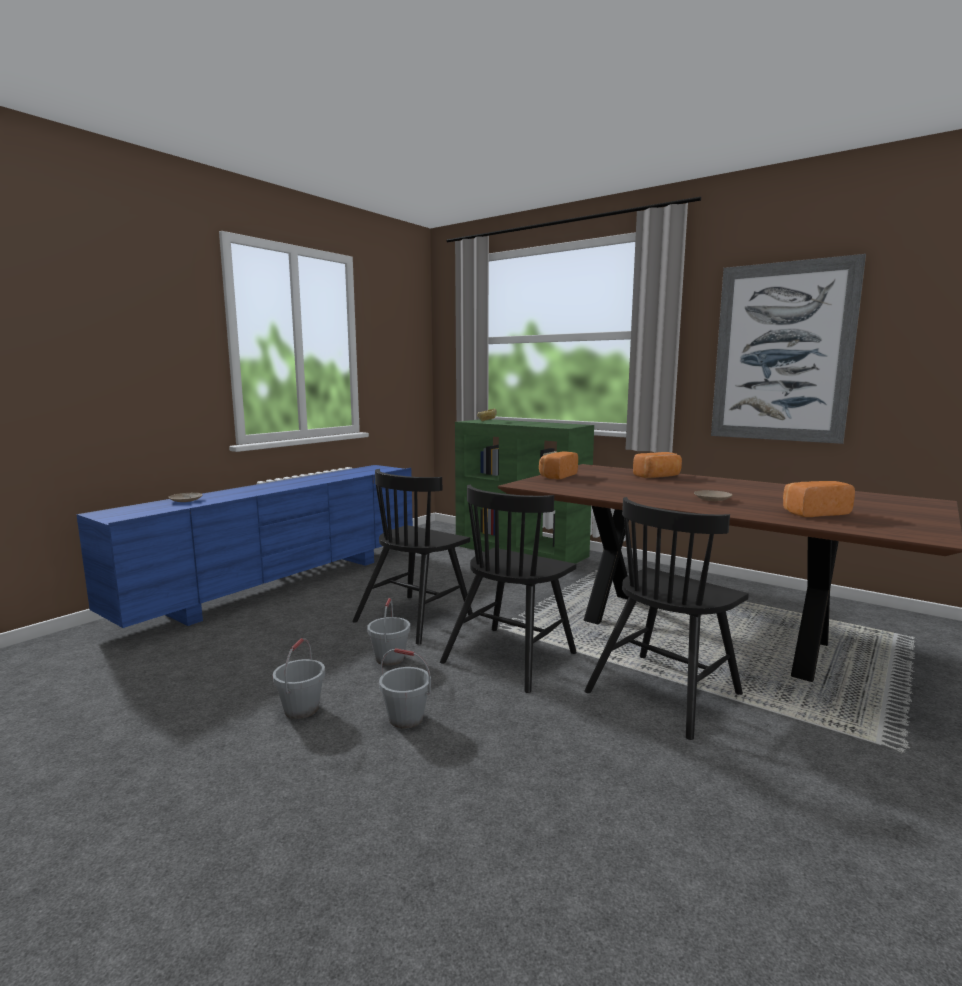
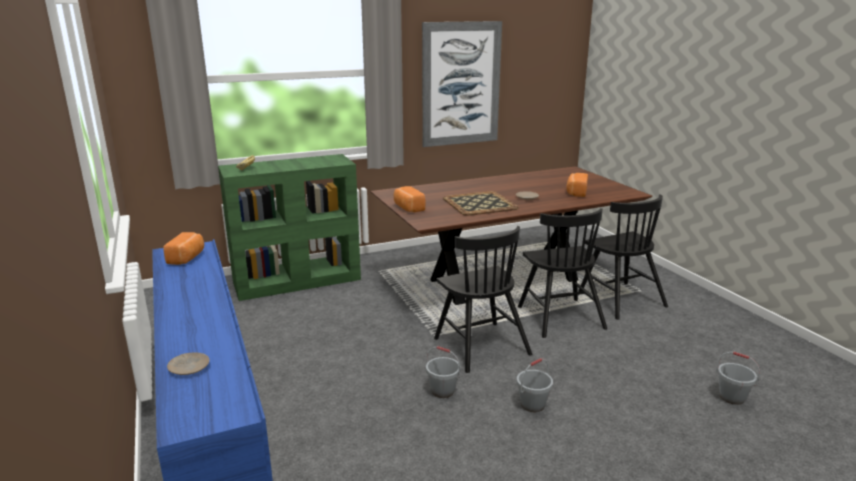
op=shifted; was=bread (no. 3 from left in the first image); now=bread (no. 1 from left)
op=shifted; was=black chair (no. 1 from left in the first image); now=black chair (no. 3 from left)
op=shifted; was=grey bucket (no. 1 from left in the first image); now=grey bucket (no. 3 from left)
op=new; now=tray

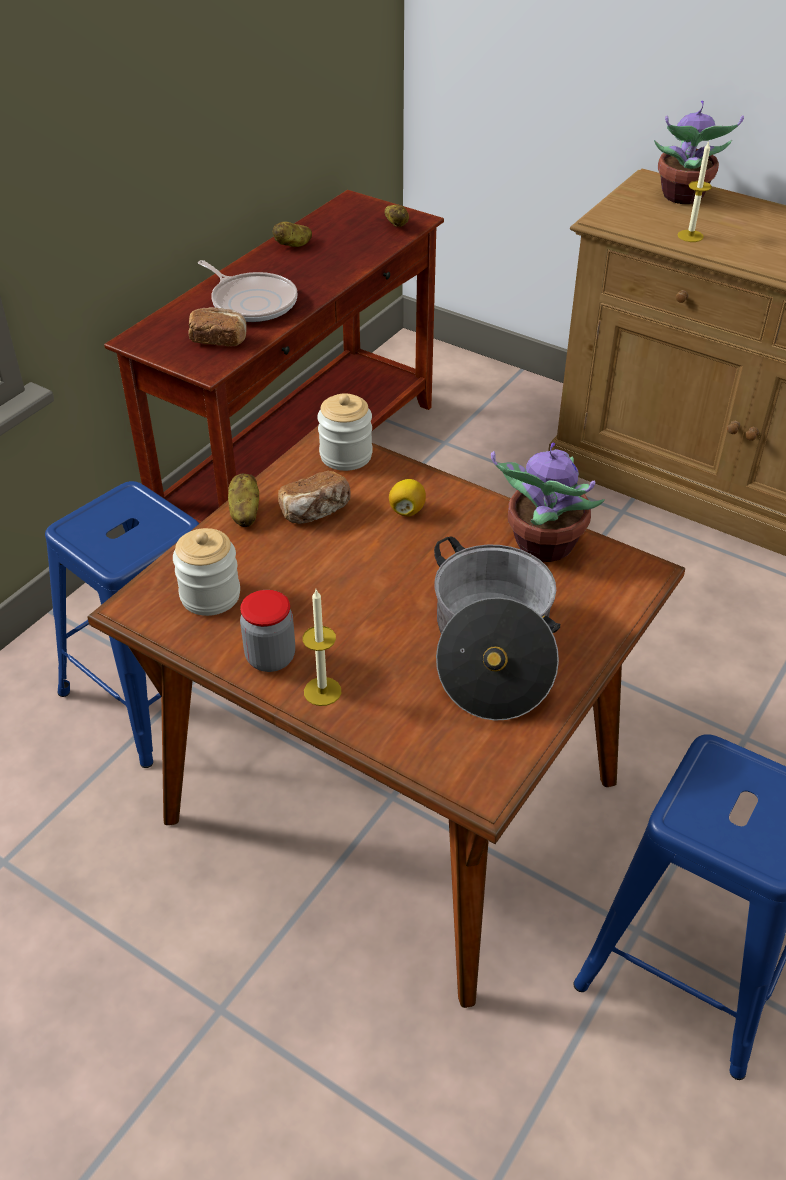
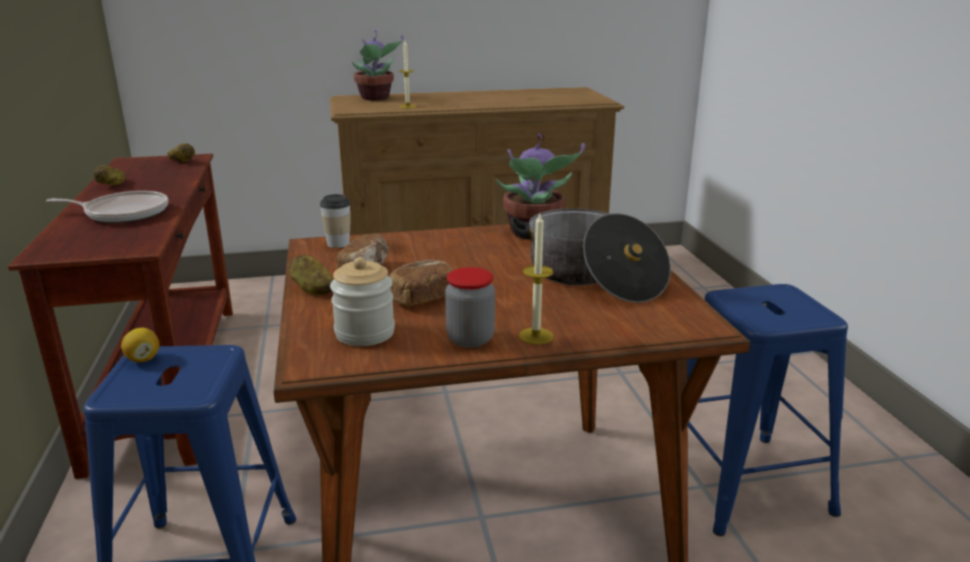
op=shifted; was=bread (no. 1 from left in the first image); now=bread (no. 2 from left)
op=swapped; was=jar (no. 3 from left); now=cup
op=shifted; was=lemon

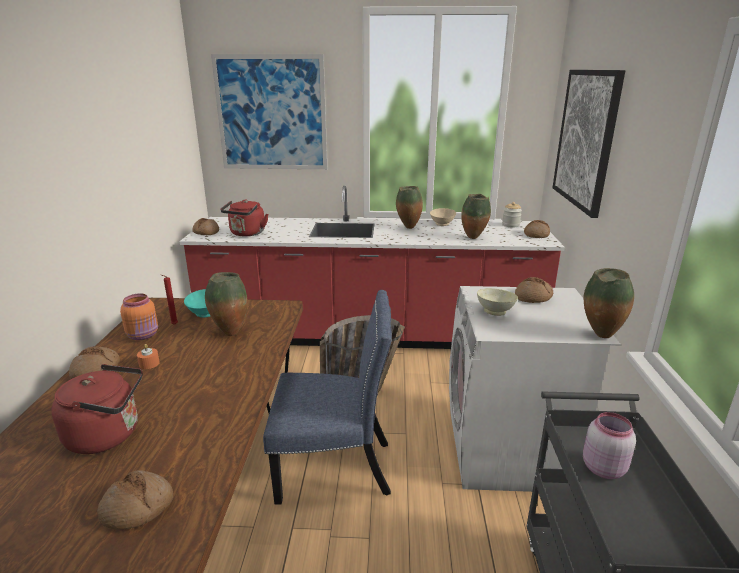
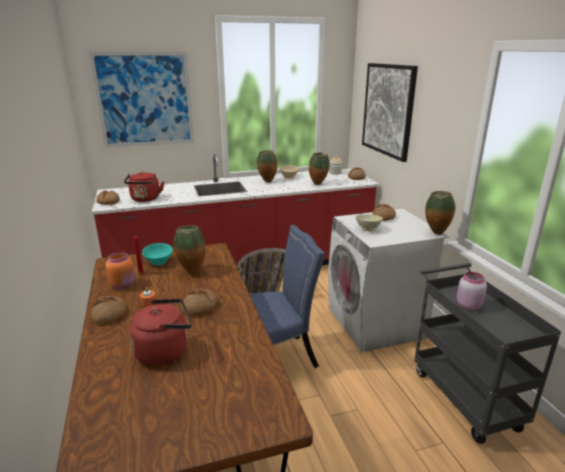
op=shifted; was=bread (no. 2 from left in the first image); now=bread (no. 3 from left)

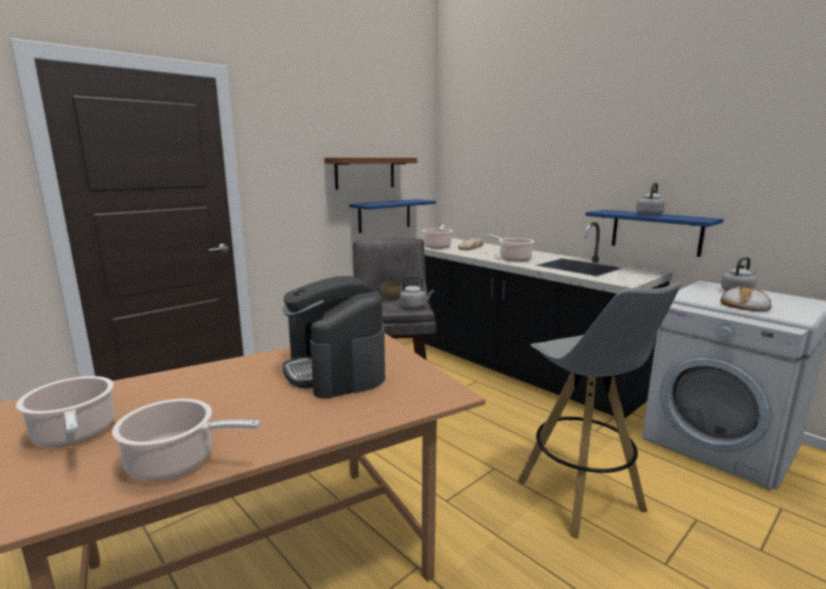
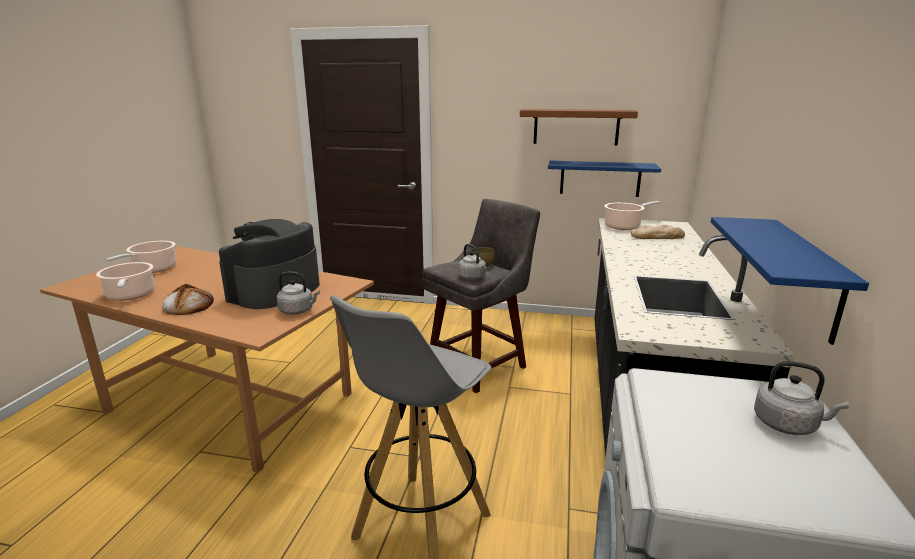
op=shifted; was=grey kettle (no. 2 from left in the first image); now=grey kettle (no. 1 from left)
op=gone; was=cooking pot (no. 4 from left)
op=shifted; was=bread (no. 2 from left in the first image); now=bread (no. 1 from left)

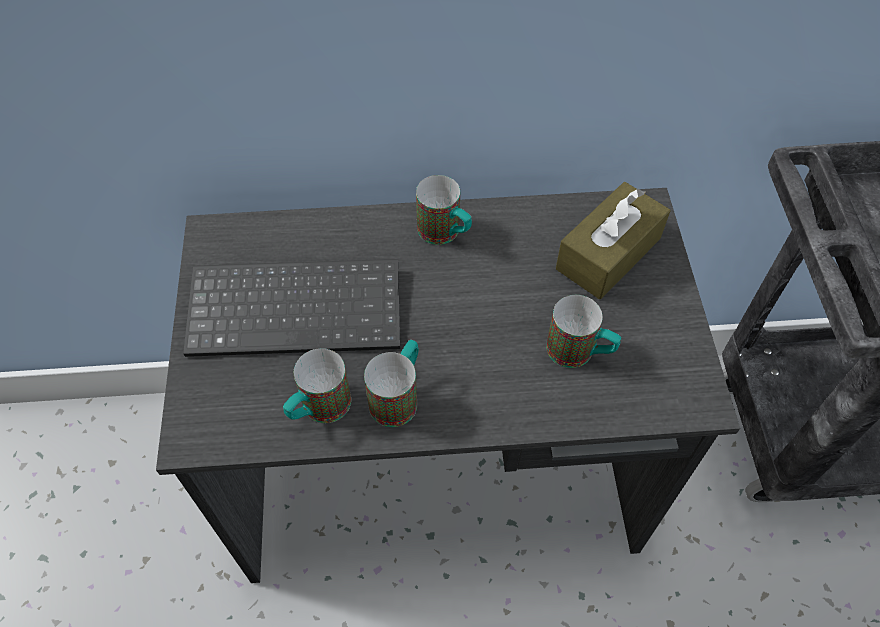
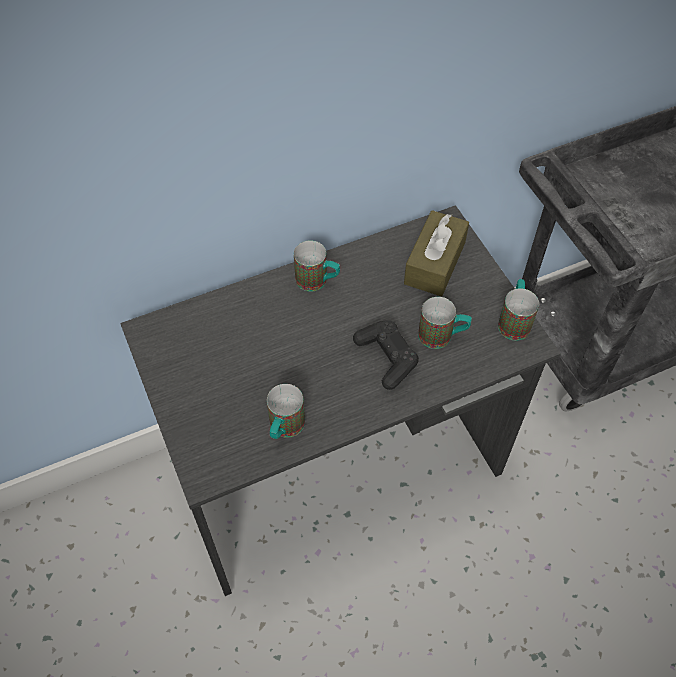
op=gone; was=keyboard
op=shifted; was=mug (no. 2 from left in the first image); now=mug (no. 4 from left)
op=new; now=black game controller

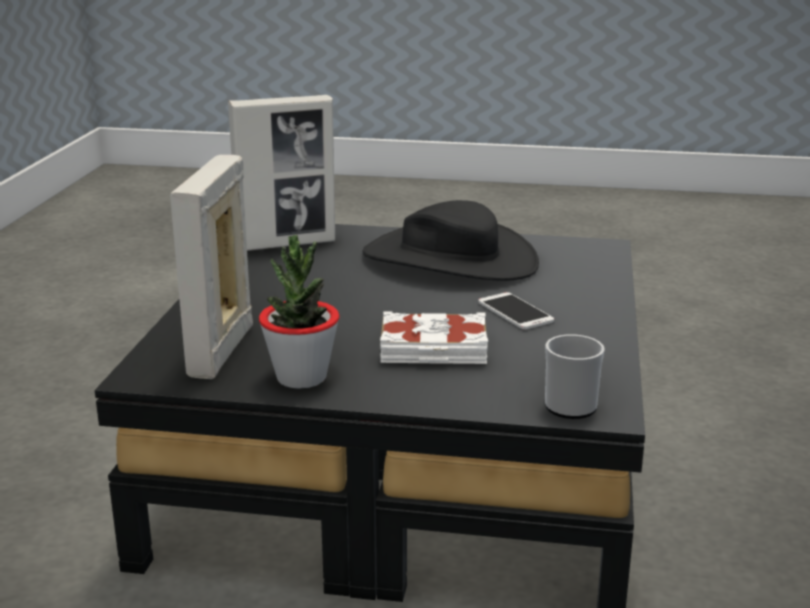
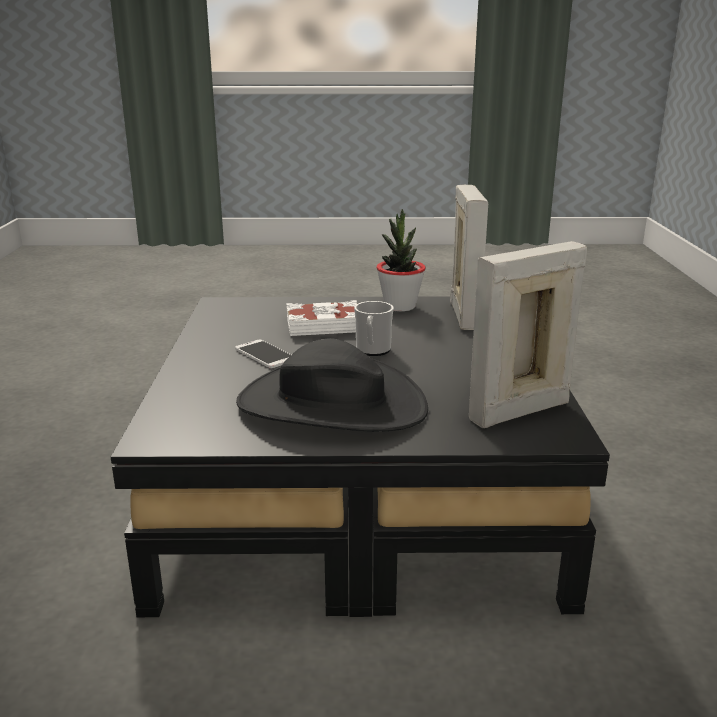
op=shifted; was=mug

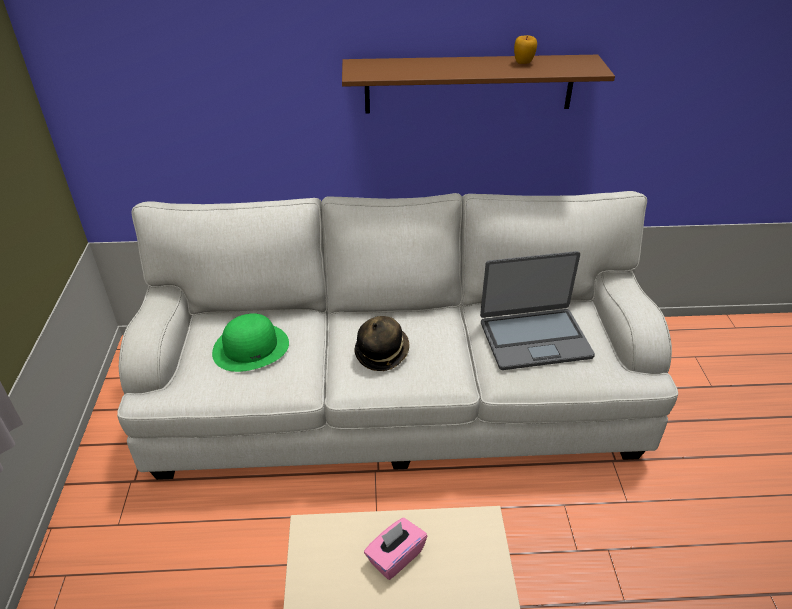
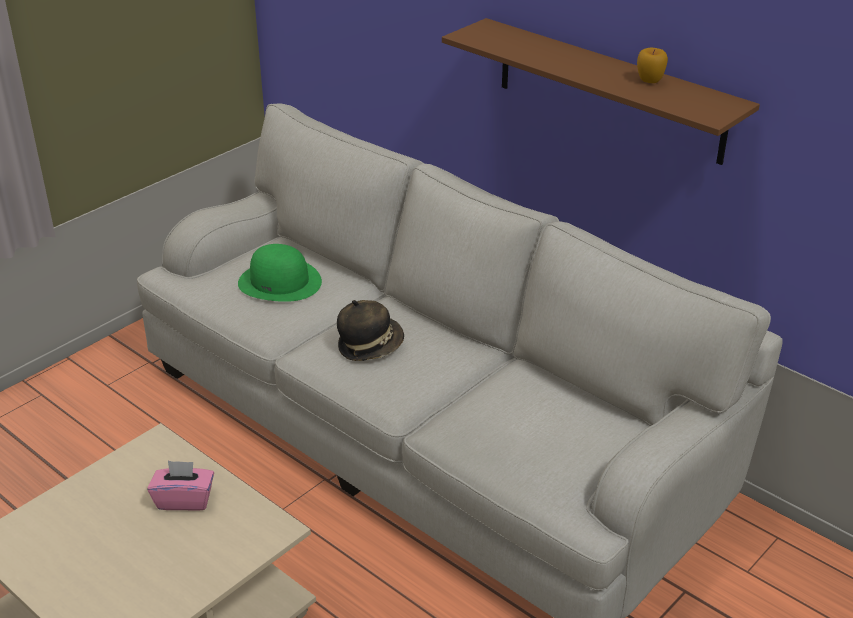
op=gone; was=laptop

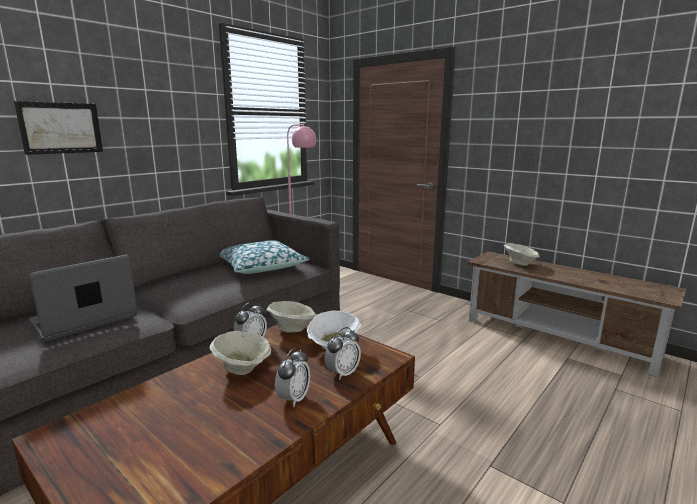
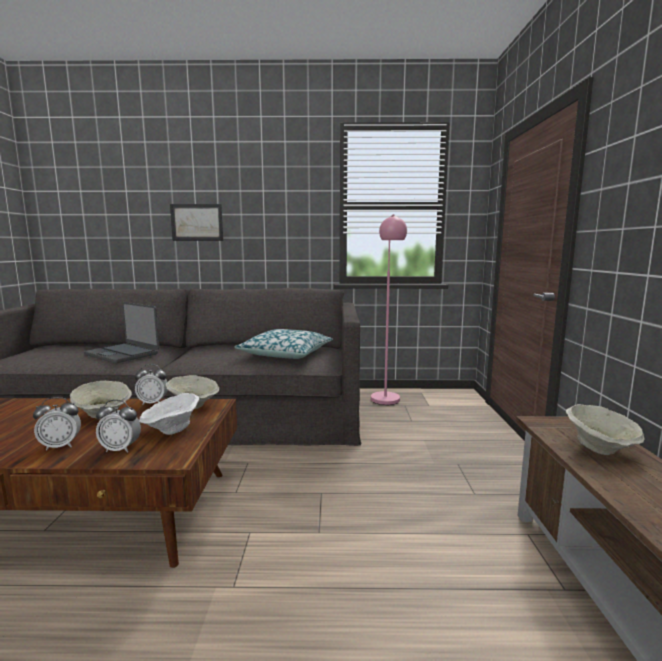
op=rotated; was=laptop; clockwise=-150

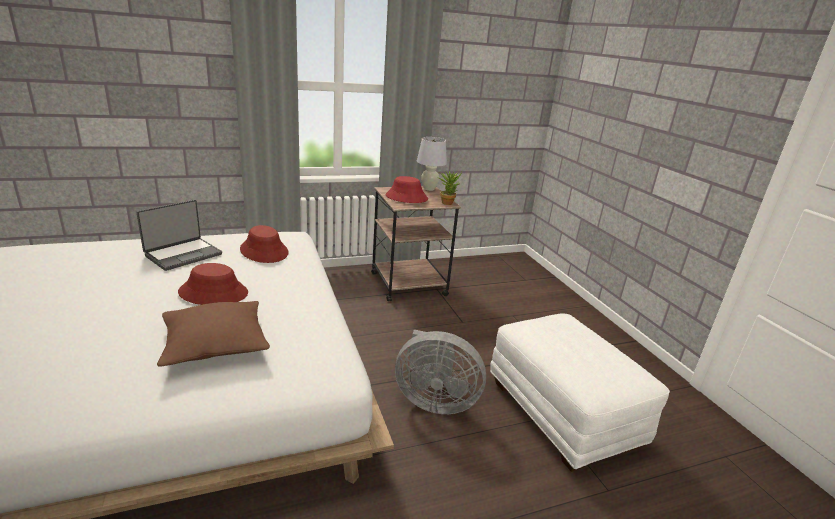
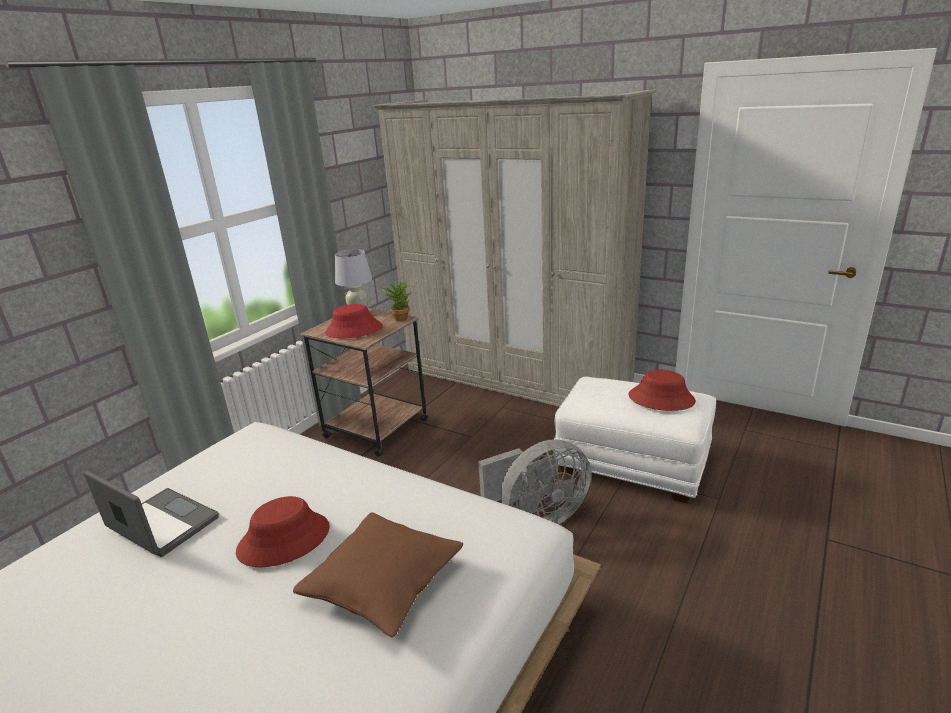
op=rotated; was=laptop; clockwise=-60
op=shifted; was=red hat (no. 2 from left in the first image); now=red hat (no. 3 from left)
op=new; now=beige wardrobe

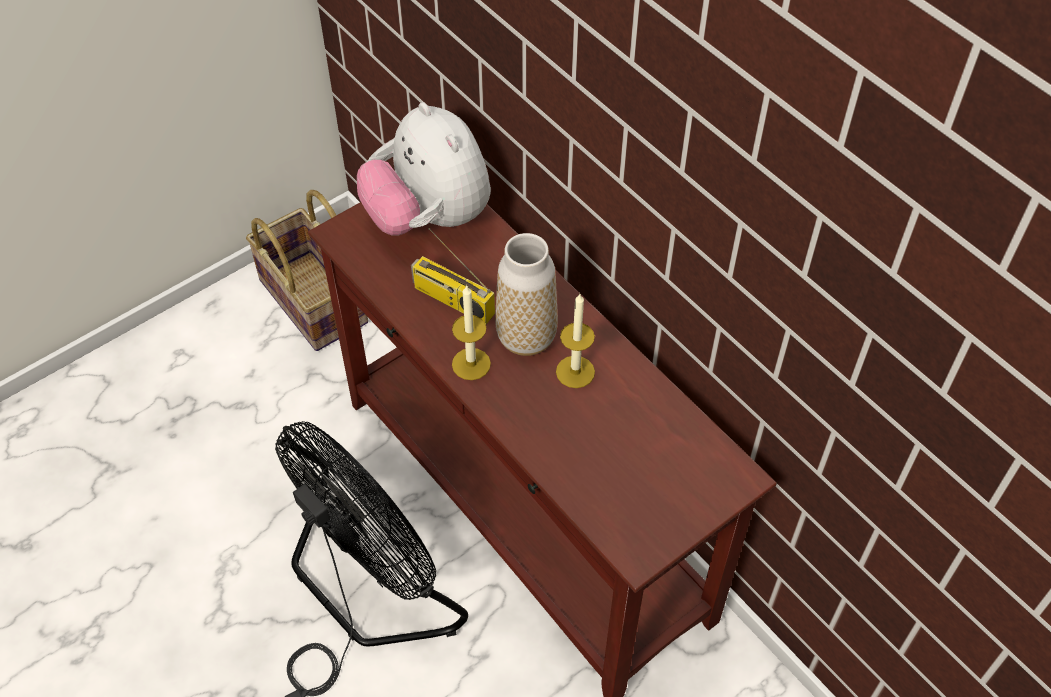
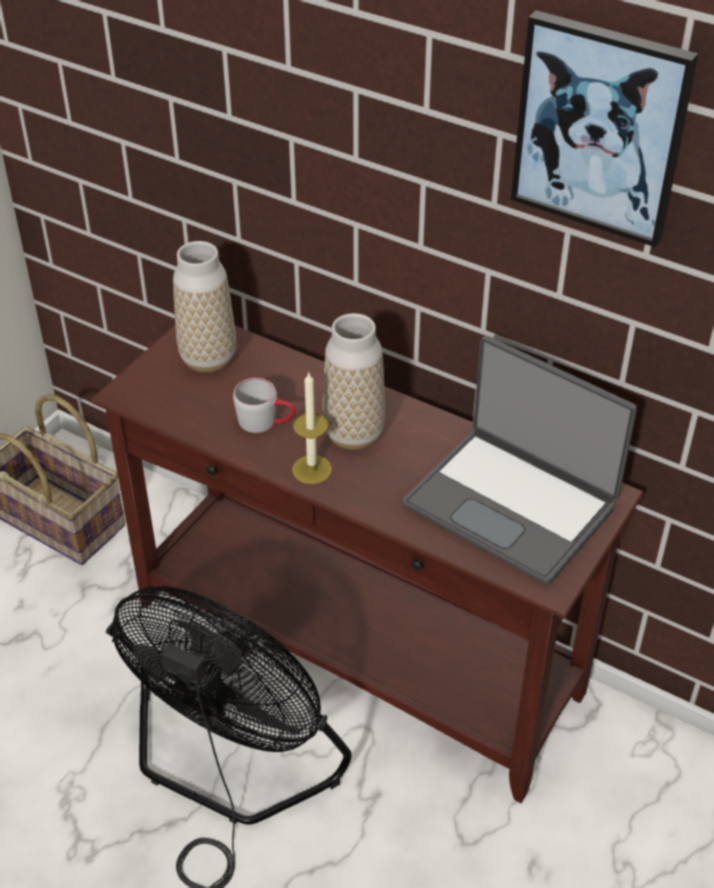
op=swapped; was=plush toy; now=vase (no. 1 from left)
op=swapped; was=radio; now=grey mug
op=gone; was=candle (no. 2 from left)
op=new; now=picture
op=new; now=laptop

